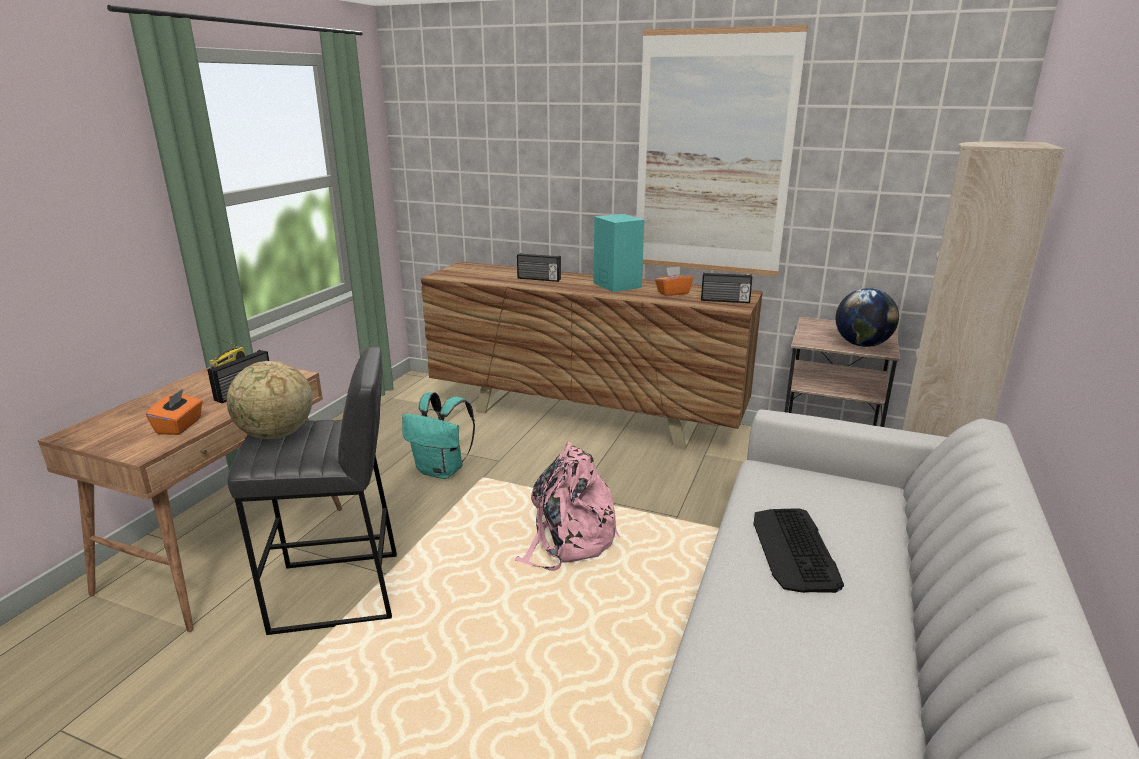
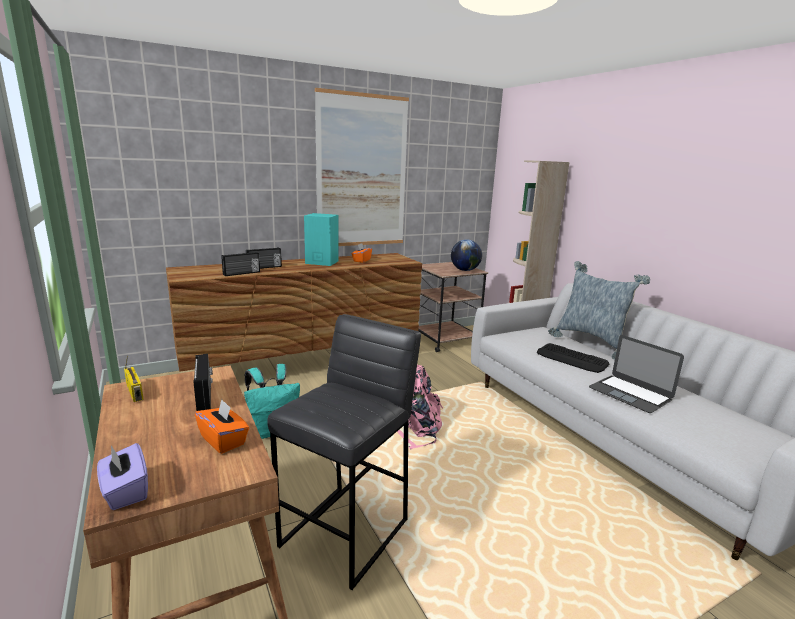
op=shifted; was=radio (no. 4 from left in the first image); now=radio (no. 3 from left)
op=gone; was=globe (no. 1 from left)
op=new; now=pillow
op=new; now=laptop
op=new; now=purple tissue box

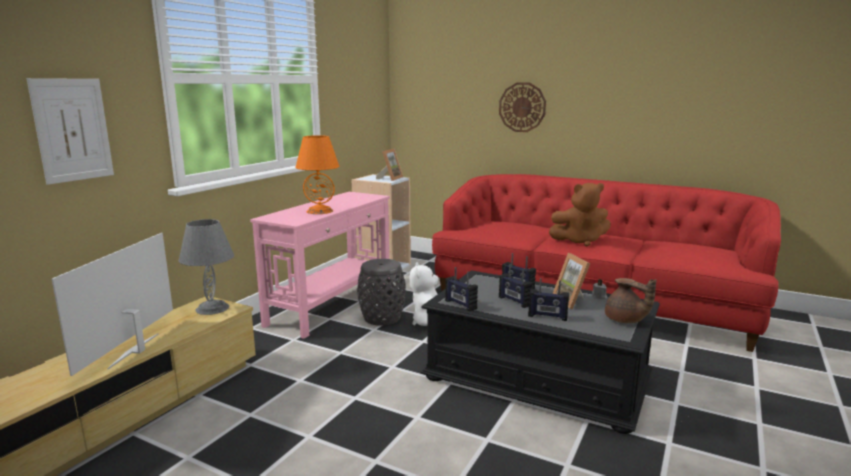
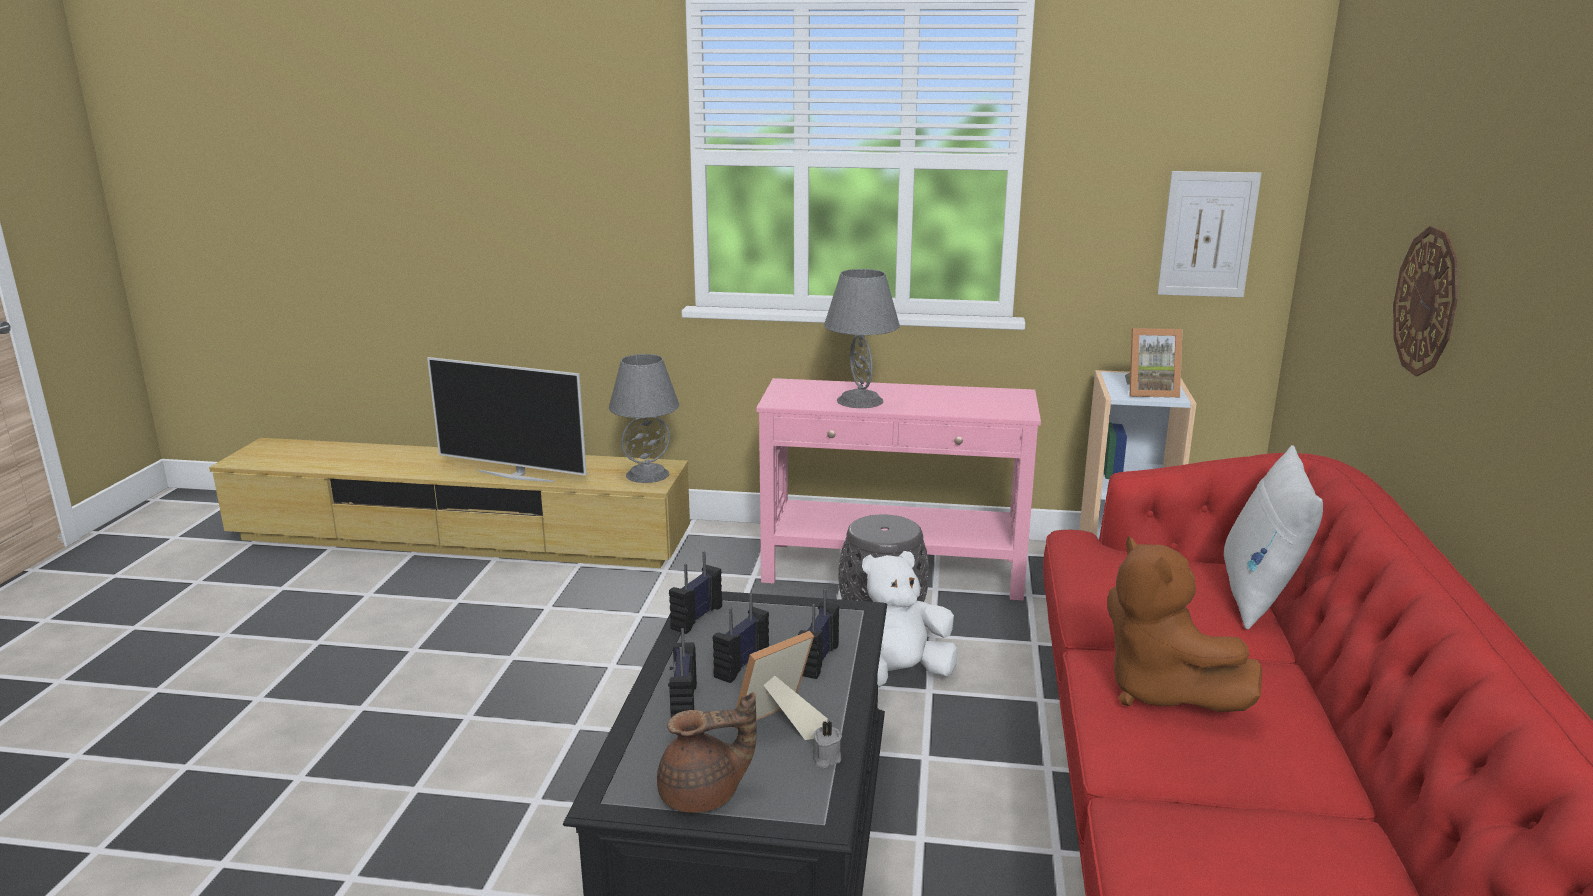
op=shifted; was=picture
op=repainted; was=orange table lamp; now=grey table lamp (no. 2 from left)
op=rotated; was=television; clockwise=-150
op=rotated; was=brown teapot; clockwise=-135
op=new; now=grey pillow

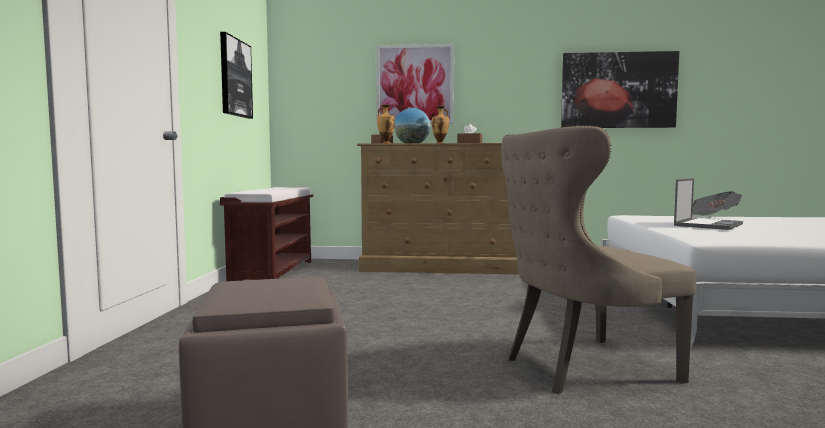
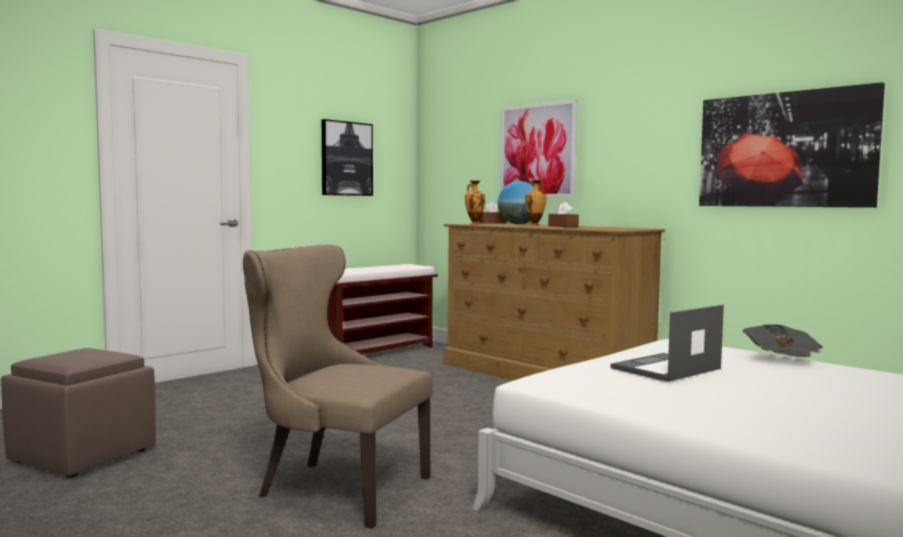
op=rotated; was=laptop; clockwise=150

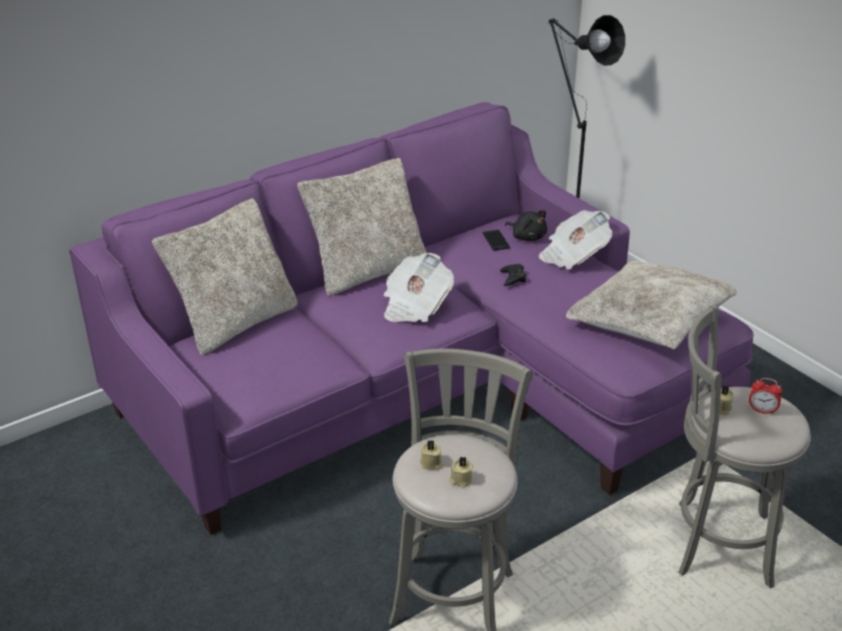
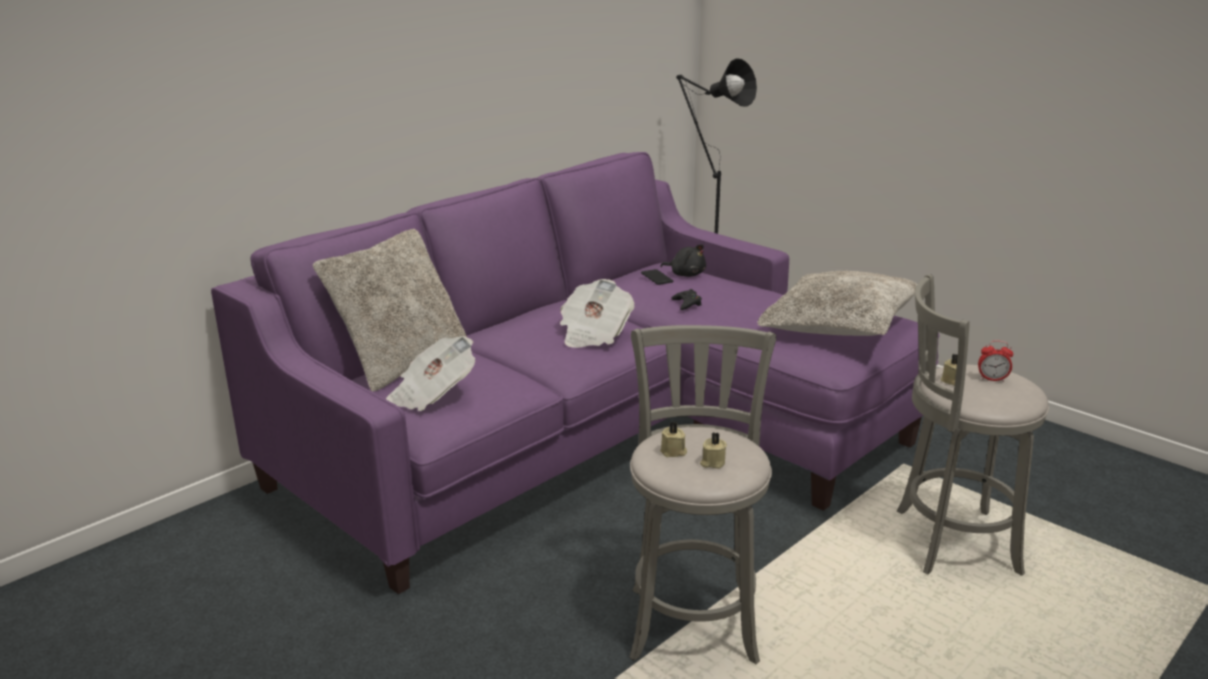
op=gone; was=beige pillow (no. 2 from left)
op=shifted; was=newspaper (no. 2 from left in the first image); now=newspaper (no. 1 from left)

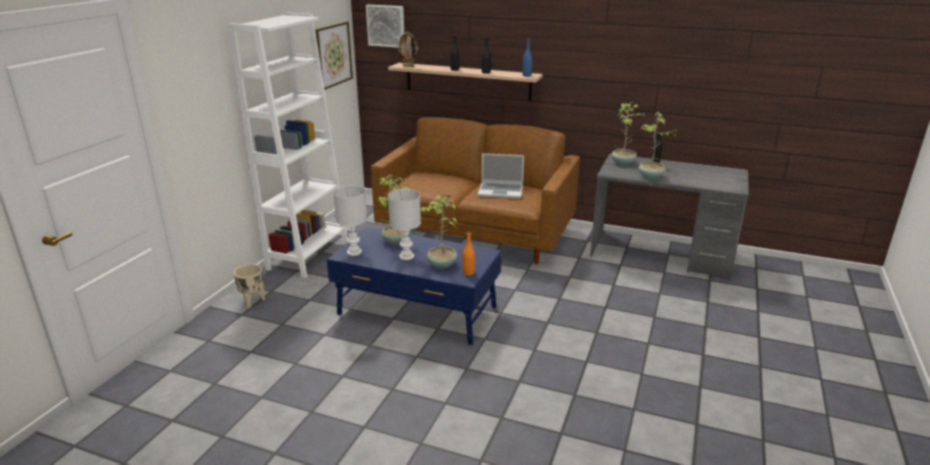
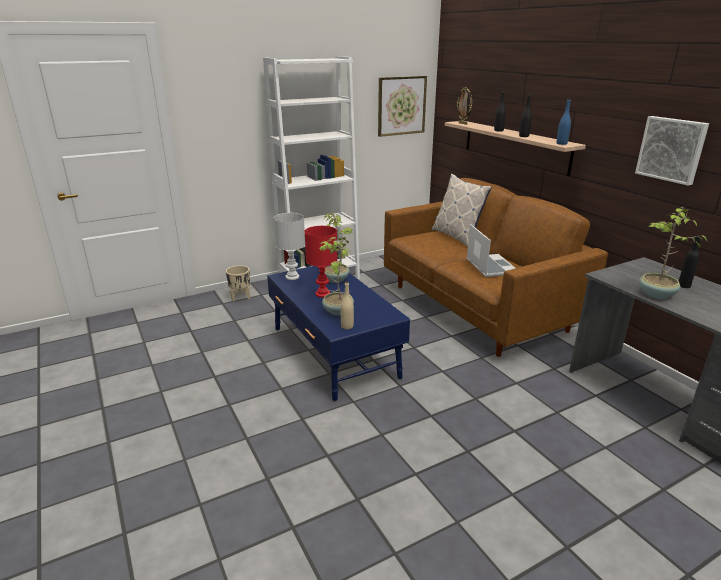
op=shifted; was=picture (no. 2 from left)
op=gone; was=potted plant (no. 3 from left)
op=rotated; was=laptop; clockwise=-150
op=repainted; was=white table lamp (no. 2 from left); now=red table lamp
op=repainted; was=orange bottle; now=beige bottle
op=new; now=pillow

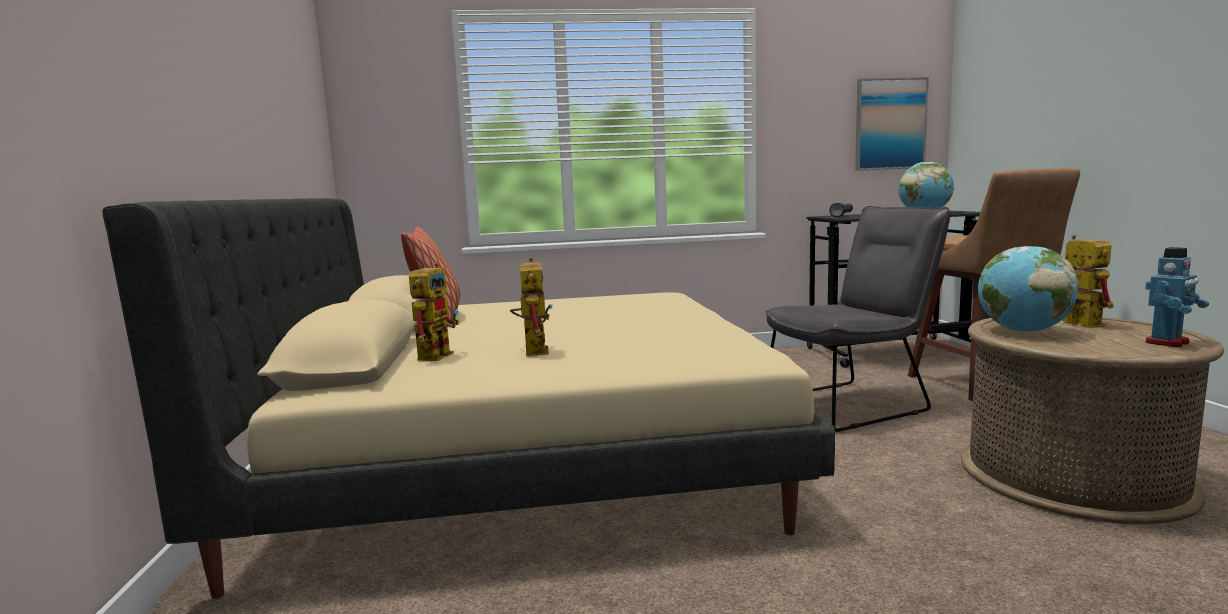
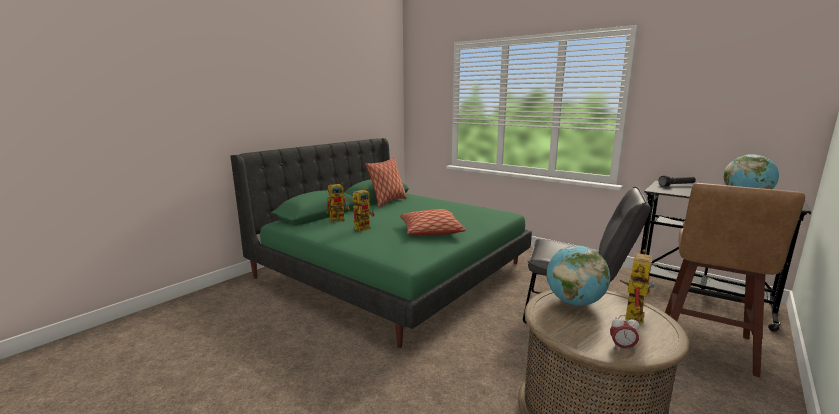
op=gone; was=picture
op=repainted; was=beige bed; now=green bed
op=swapped; was=toy robot (no. 4 from left); now=alarm clock
op=new; now=pillow (no. 2 from left)

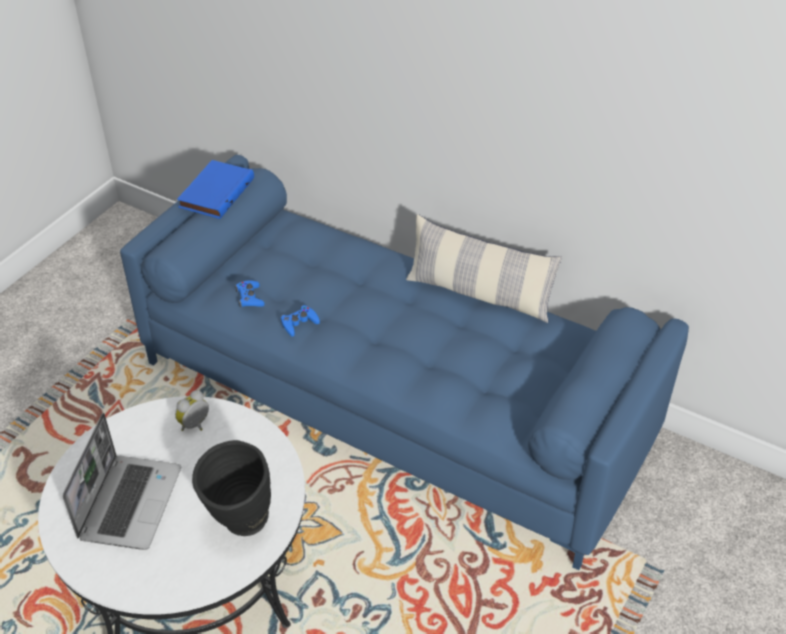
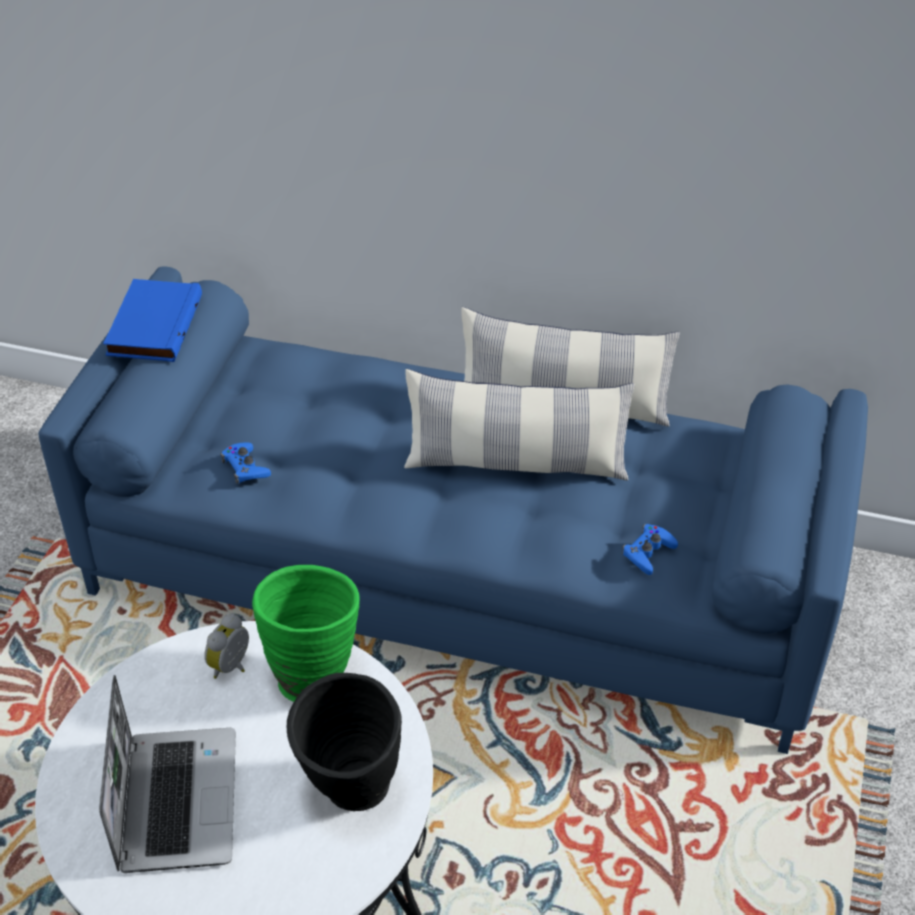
op=shifted; was=blue game controller (no. 2 from left)
op=new; now=pillow (no. 1 from left)
op=new; now=green vase

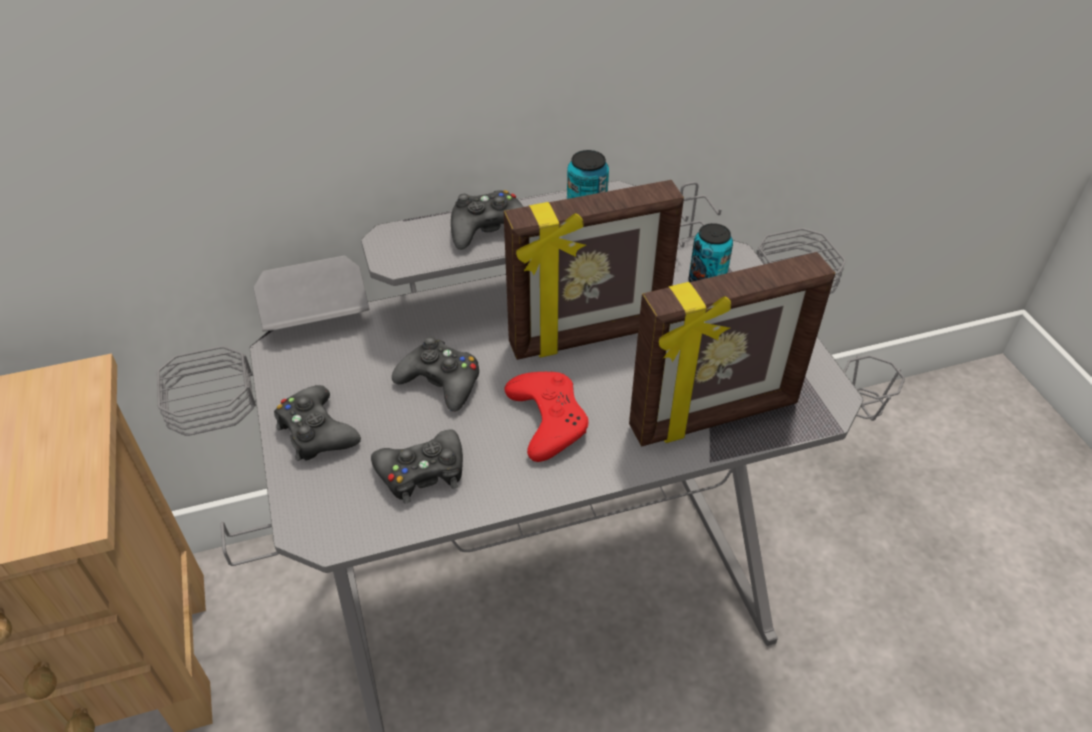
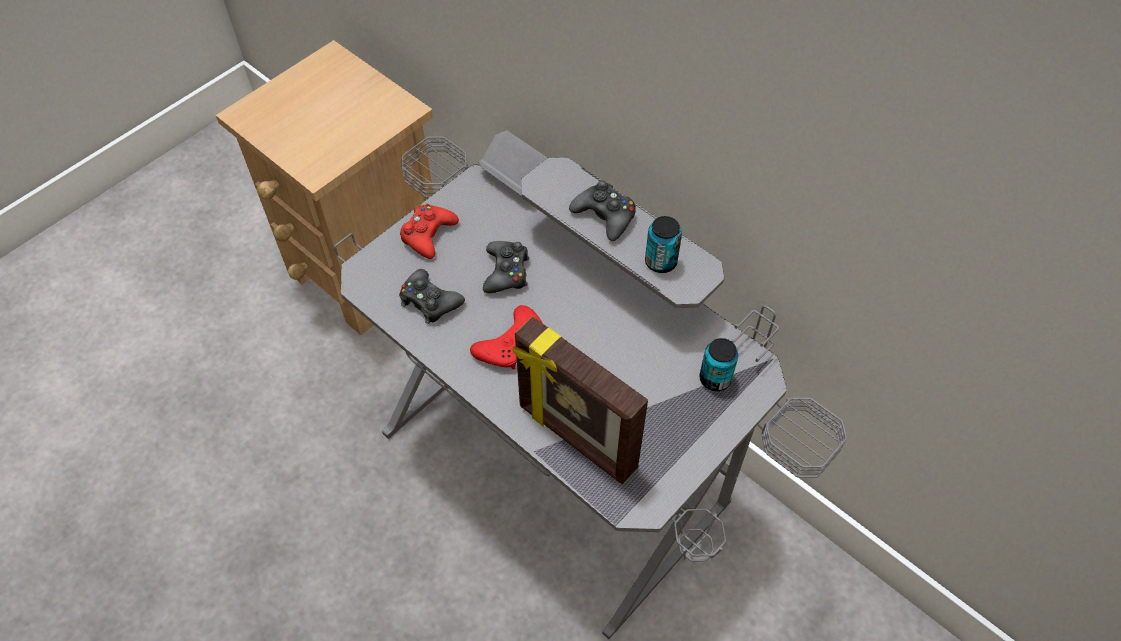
op=gone; was=picture frame (no. 1 from left)
op=repainted; was=black game controller (no. 1 from left); now=red game controller (no. 1 from left)

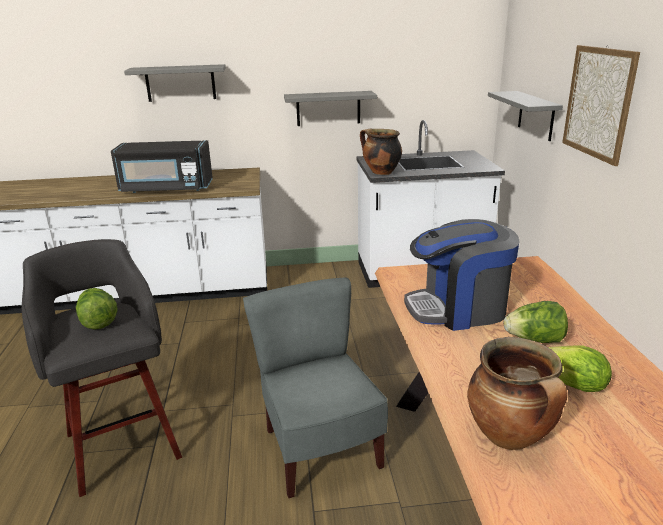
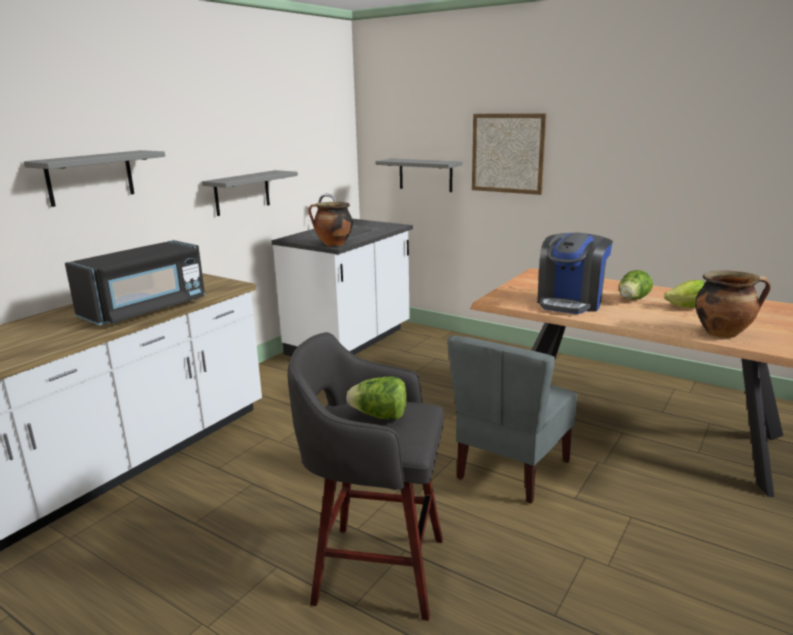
op=rotated; was=grey chair; clockwise=-75

